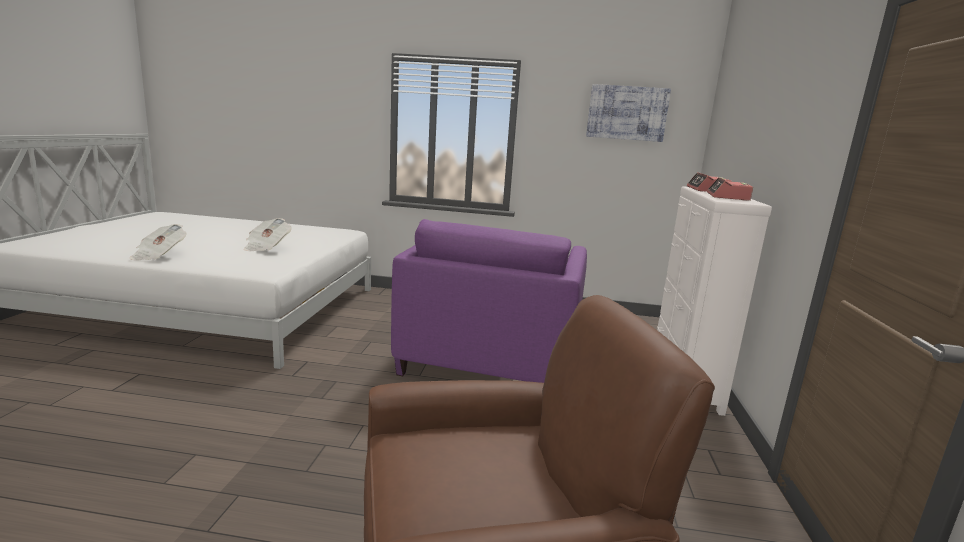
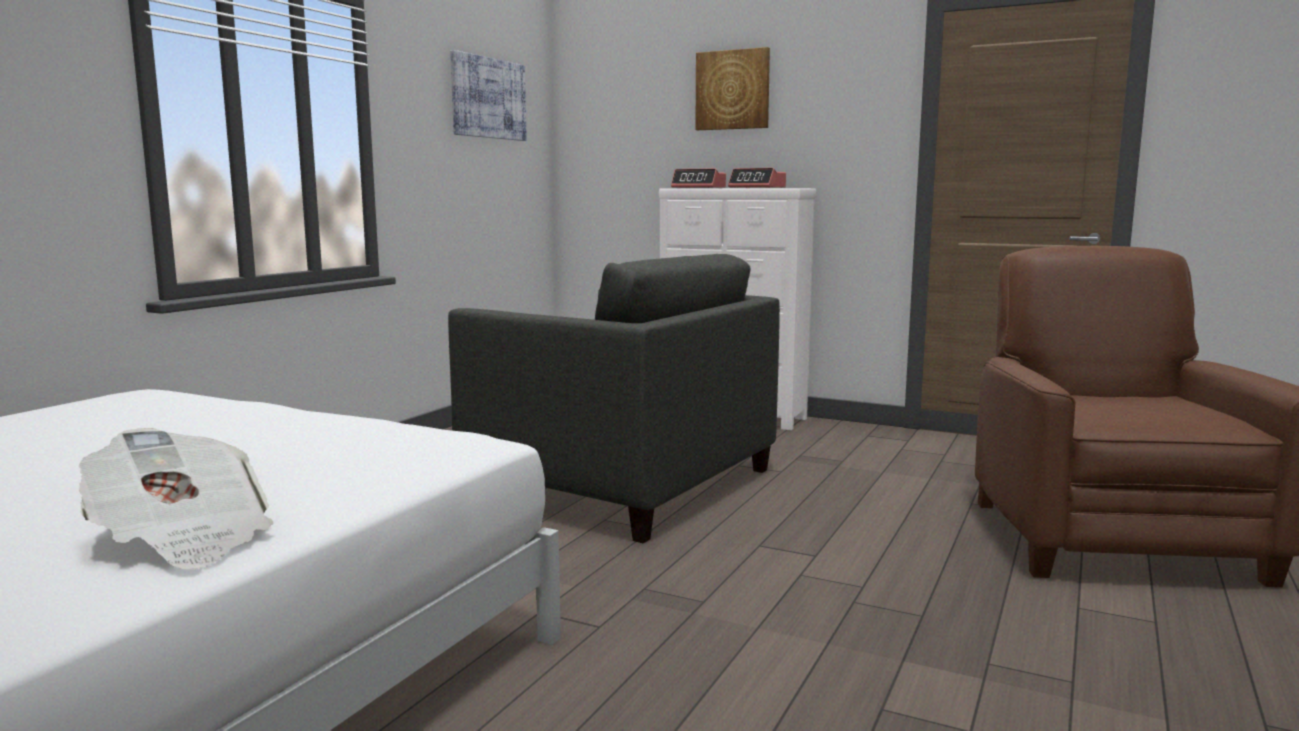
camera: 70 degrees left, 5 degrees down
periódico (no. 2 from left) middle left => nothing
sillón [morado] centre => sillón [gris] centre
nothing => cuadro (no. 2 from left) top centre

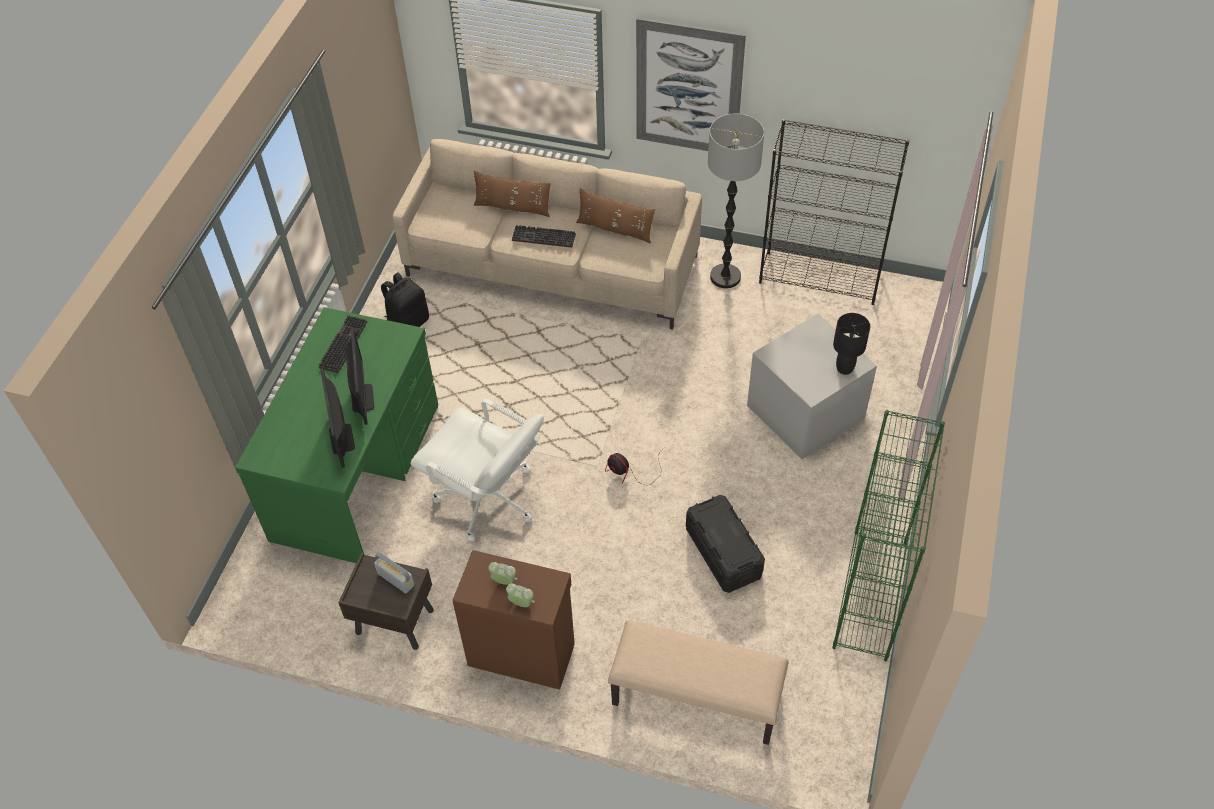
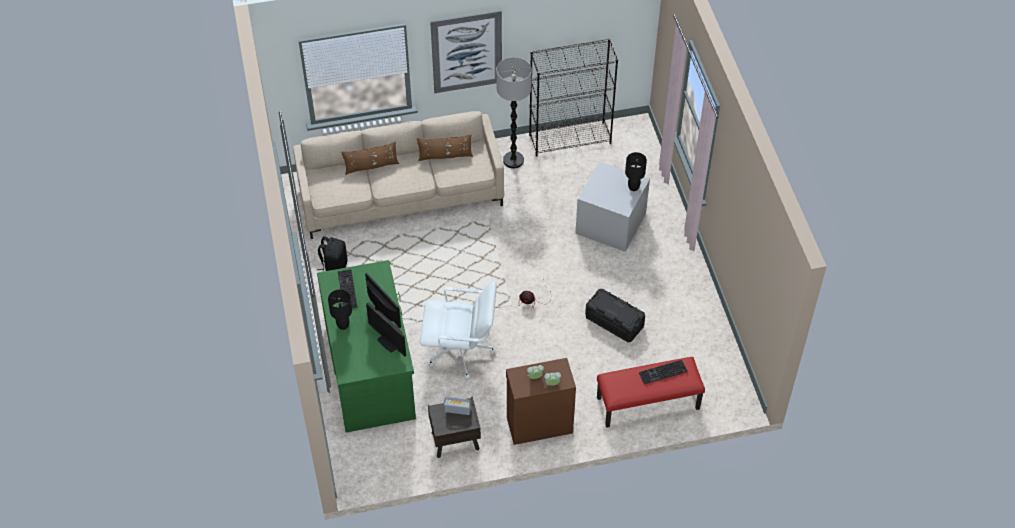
camera: 30 degrees left, 0 degrees up
teclado (no. 2 from left) top centre => teclado (no. 2 from left) bottom centre, relocated
banco [beis] bottom centre => banco [rojo] bottom centre
estantería [verde] middle right => nothing
nothing => lámpara de mesa [negro] (no. 1 from left) centre

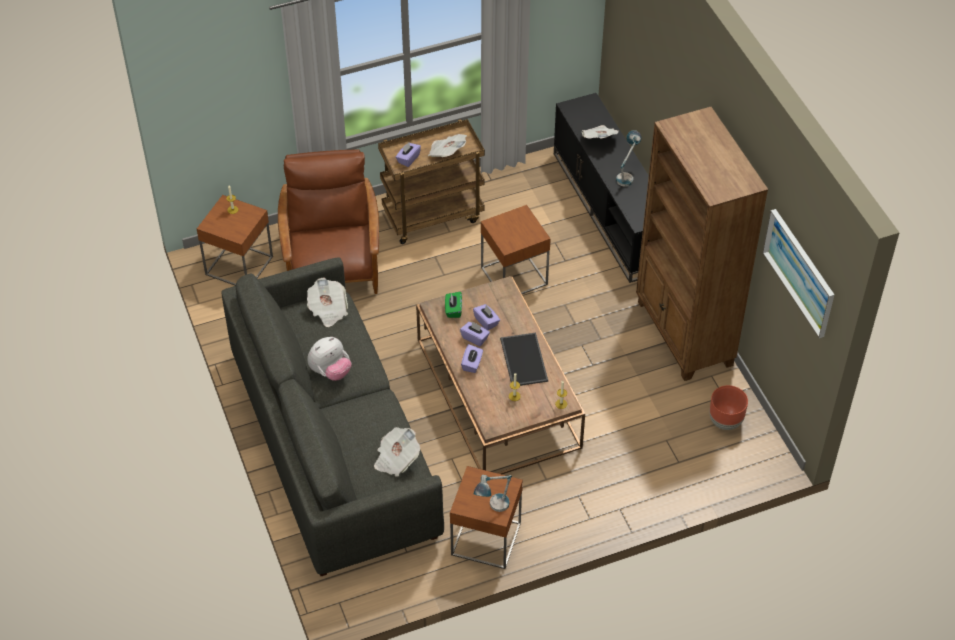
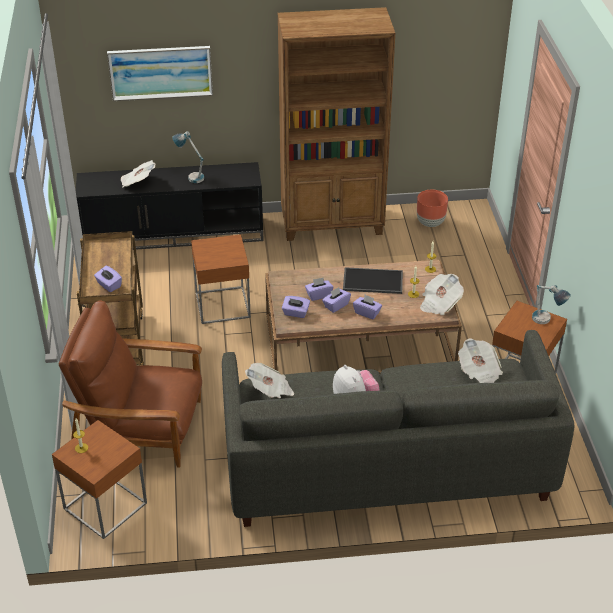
camera: 75 degrees left, 10 degrees down
periódico (no. 3 from left) top centre => periódico (no. 3 from left) middle right, relocated
caja de pañuelos [verde] centre => caja de pañuelos [morado] (no. 2 from left) centre
cuadro middle right => cuadro top left, relocated

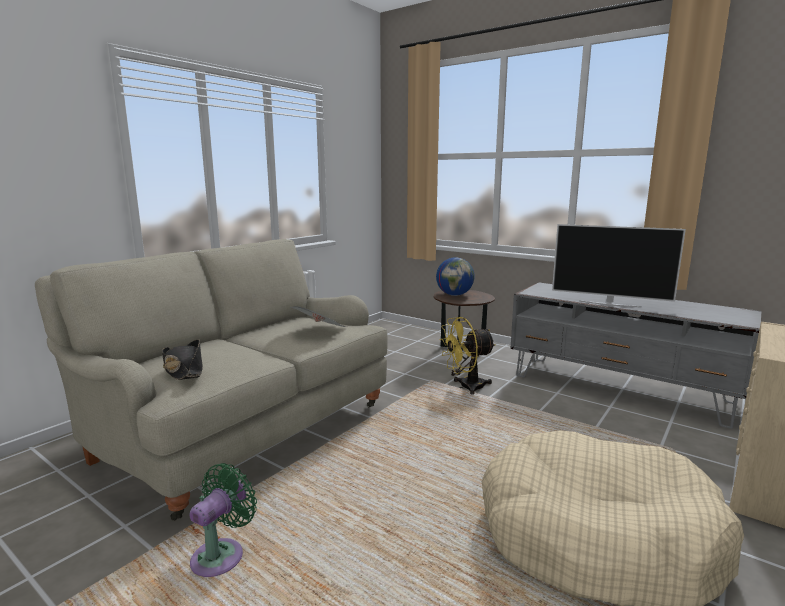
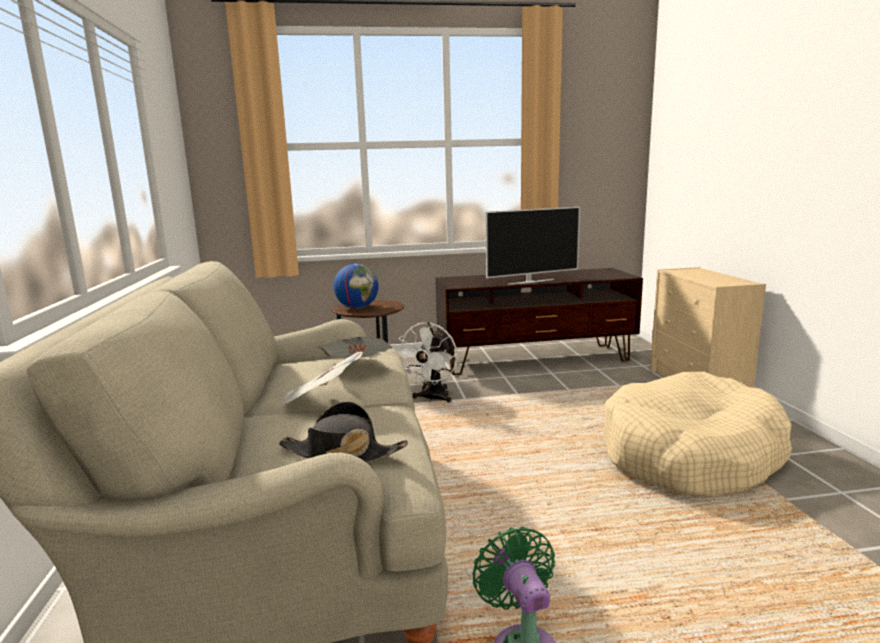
camera: 45 degrees left, 0 degrees up
ventilador [amarillo] centre => ventilador [blanco] centre
mueble de televisión [gris] middle right => mueble de televisión [marrón] centre
nothing => periódico (no. 1 from left) centre

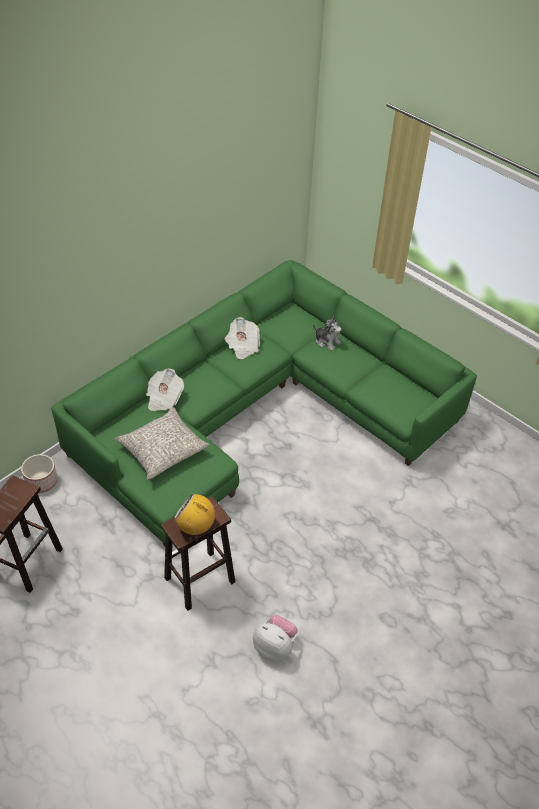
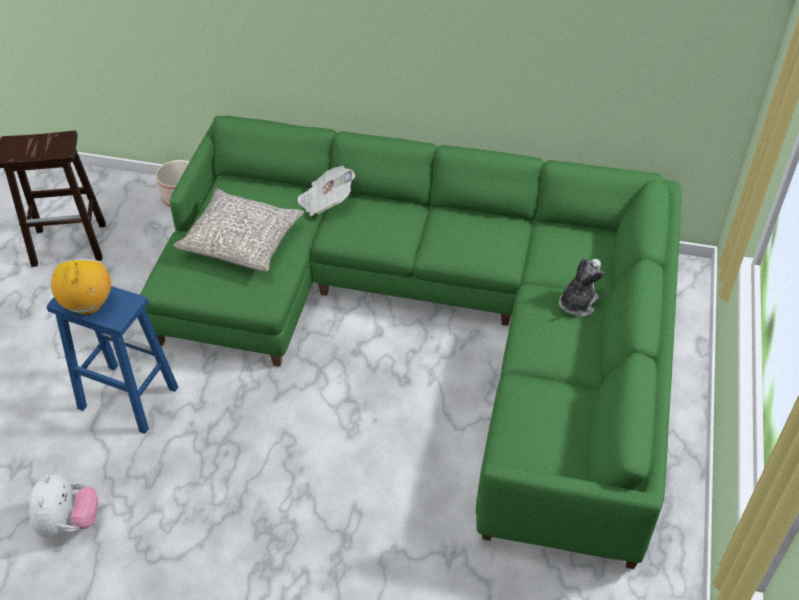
camera: 60 degrees right, 0 degrees up
taburete [marrón] (no. 2 from left) bottom centre => taburete [azul] middle left
periódico (no. 2 from left) centre => nothing
peluche (no. 2 from left) centre => peluche (no. 2 from left) middle right, 150 degrees counterclockwise

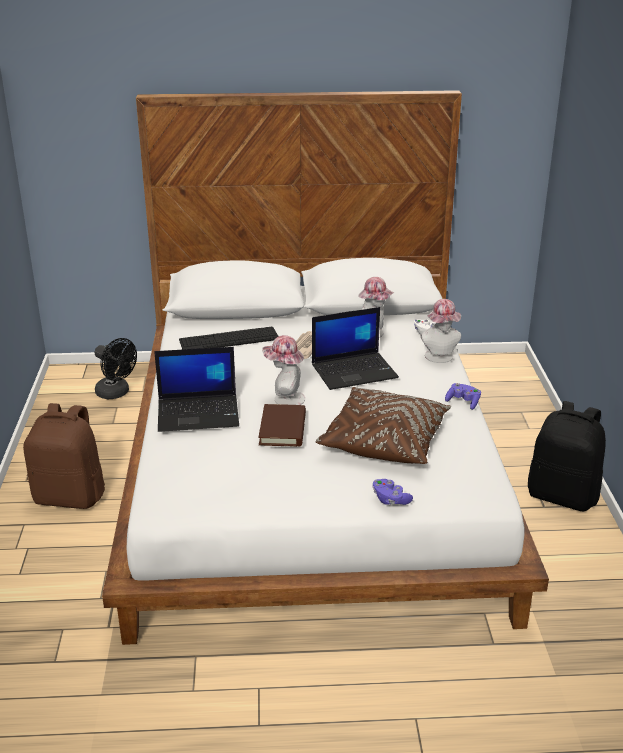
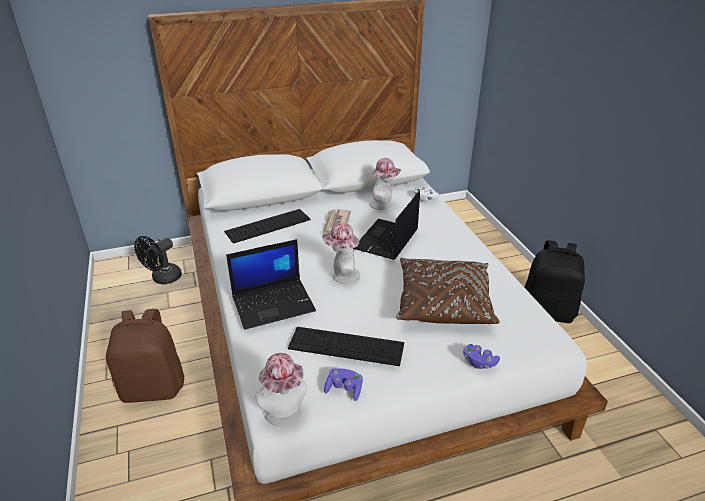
camera: 15 degrees left, 5 degrees up
ventilador [negro] middle left, 105 degrees clockwise
libro [marrón] centre => nothing
portátil (no. 2 from left) centre, 150 degrees clockwise
sombrero (no. 3 from left in the first image) middle right => sombrero (no. 1 from left) bottom centre, relocated
mando de consola [morado] (no. 2 from left in the first image) middle right => mando de consola [morado] (no. 1 from left) bottom centre, relocated
nothing => teclado (no. 2 from left) bottom centre

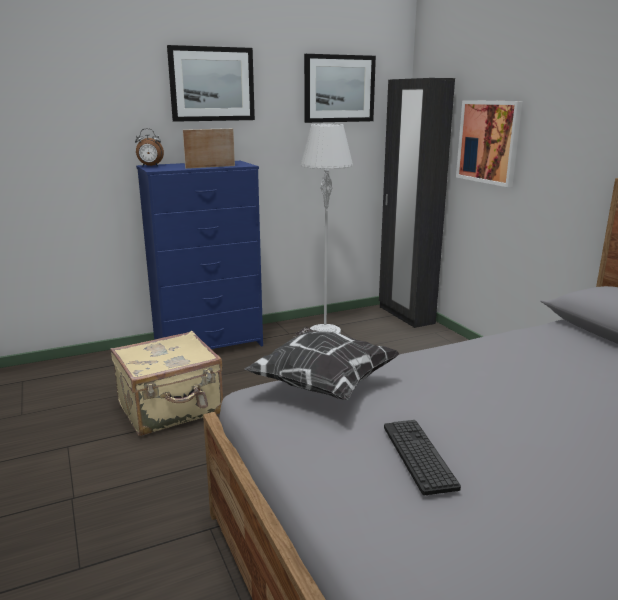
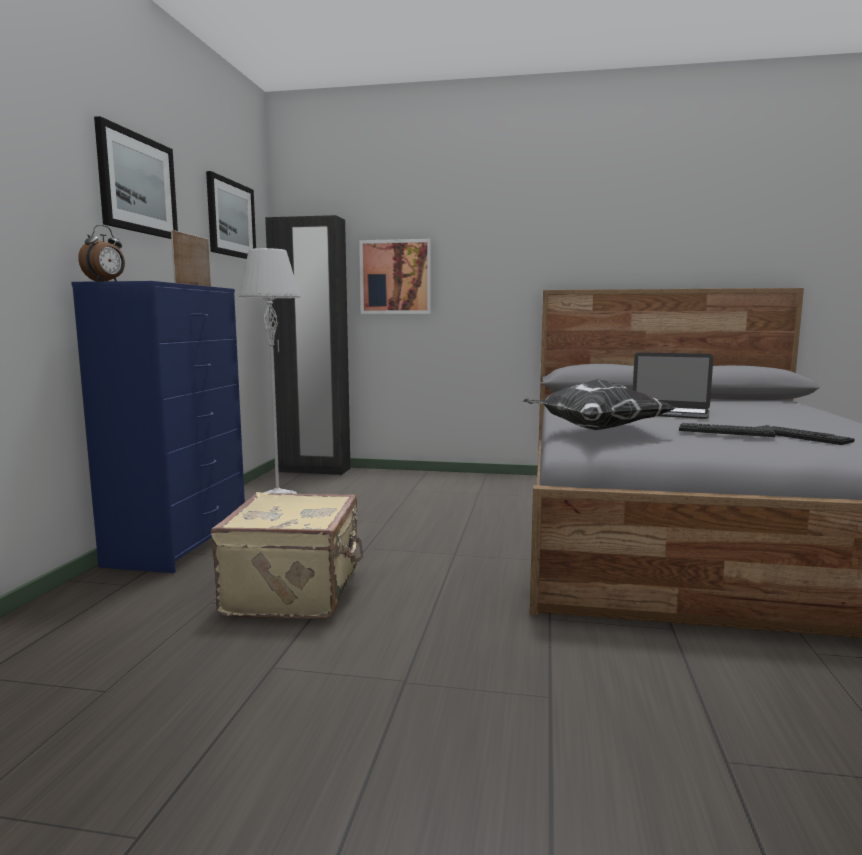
camera: 55 degrees left, 10 degrees down
nothing => portátil middle right
nothing => teclado (no. 2 from left) middle right

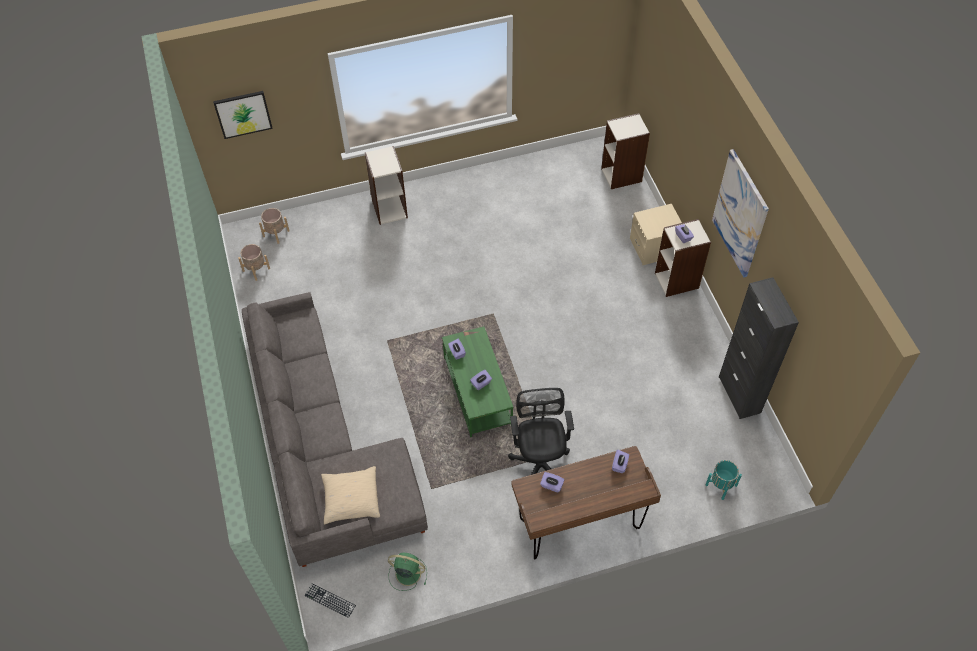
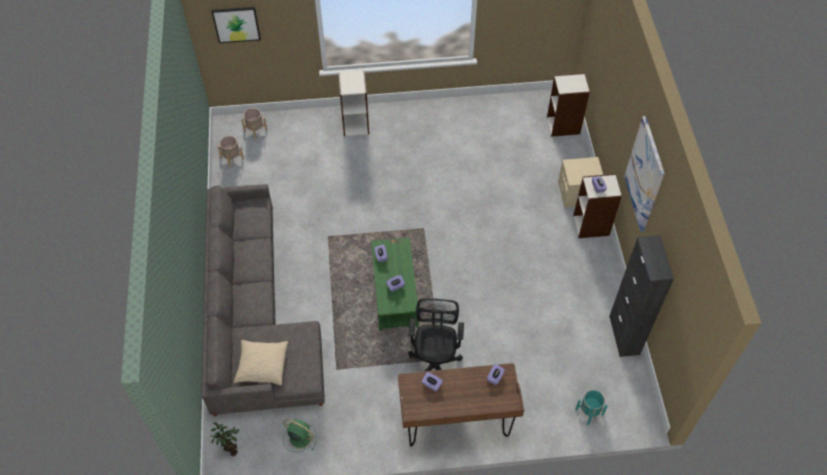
camera: 10 degrees right, 0 degrees up
teclado bottom centre => planta en maceta bottom left

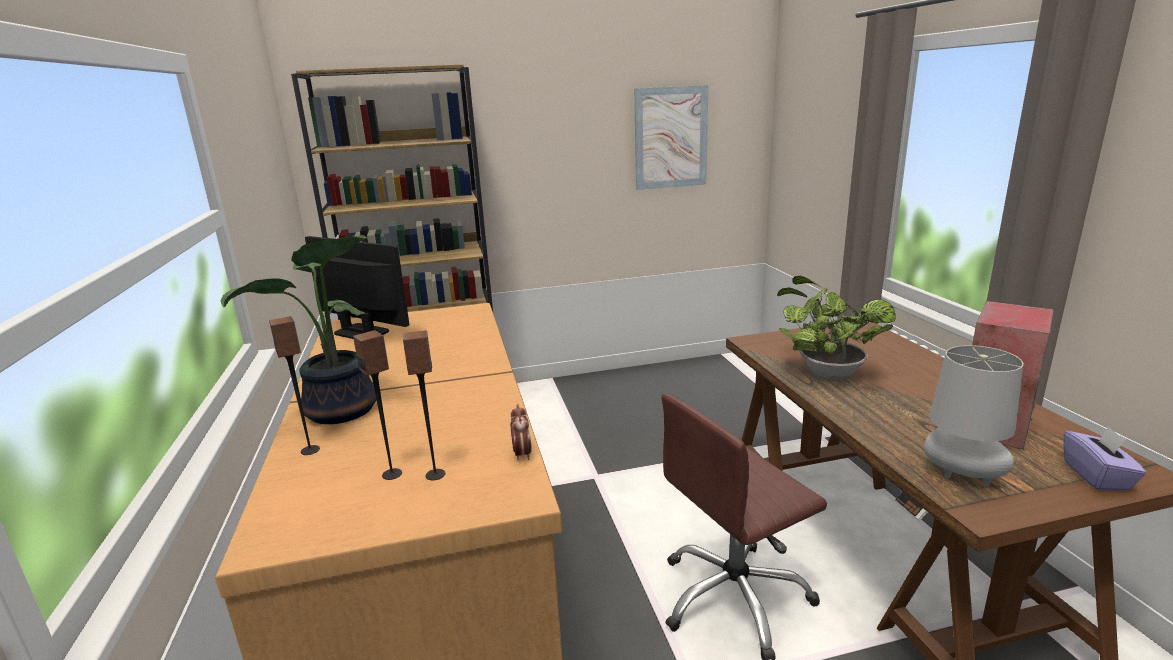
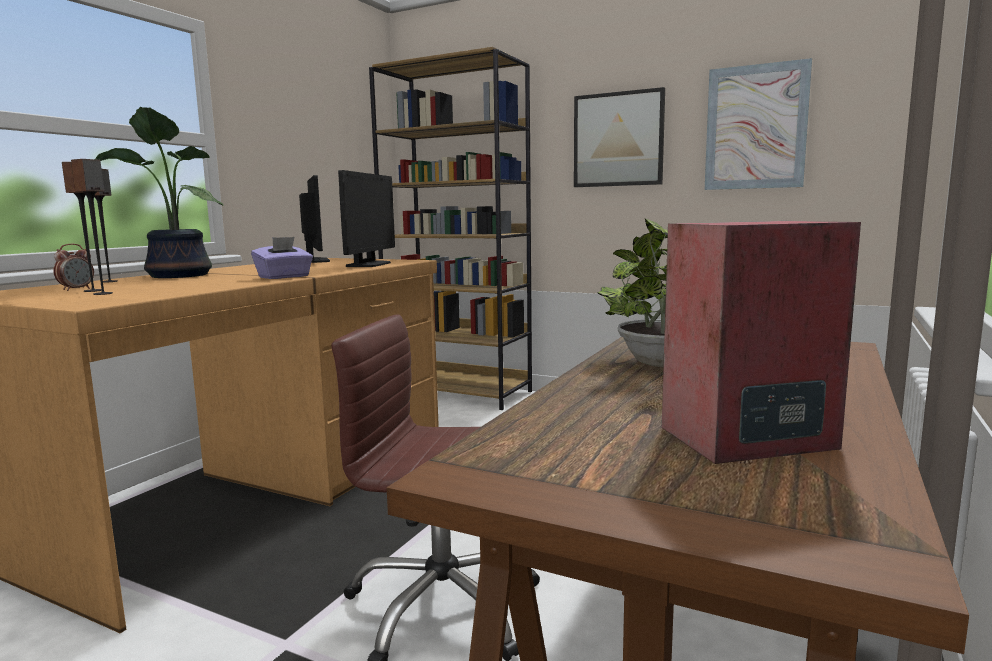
camera: 40 degrees right, 10 degrees down
despertador centre => despertador middle left, relocated
lámpara de mesa [gris] middle right => nothing
caja de pañuelos [morado] bottom right => caja de pañuelos [morado] middle left, relocated
nothing => monitor (no. 2 from left) top centre
nothing => cuadro (no. 1 from left) top centre

